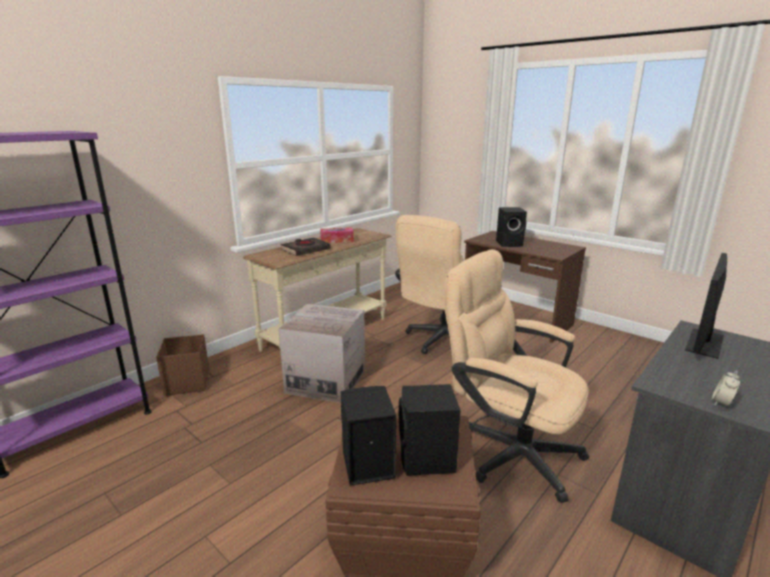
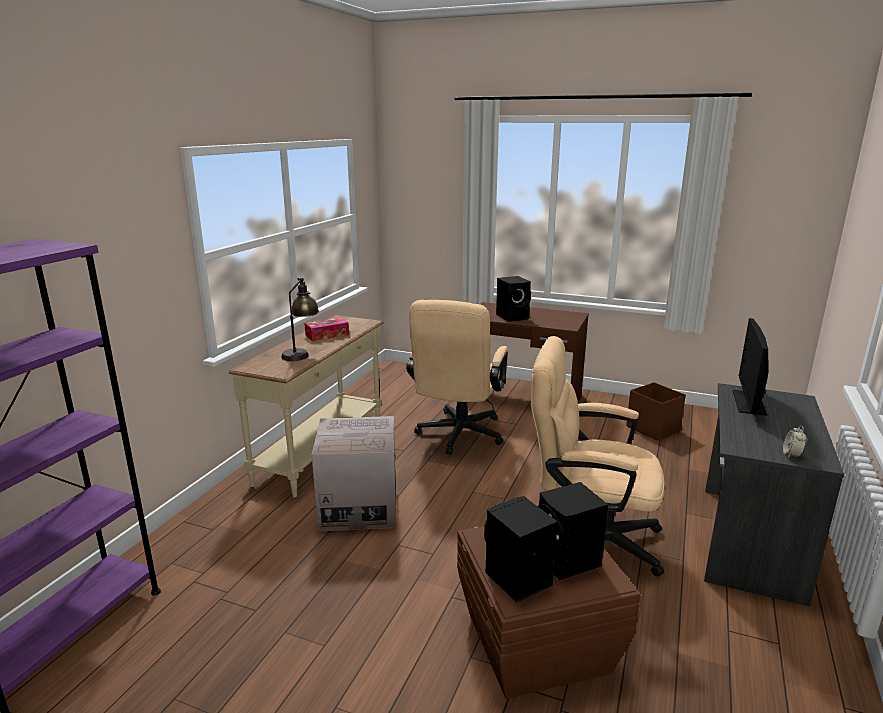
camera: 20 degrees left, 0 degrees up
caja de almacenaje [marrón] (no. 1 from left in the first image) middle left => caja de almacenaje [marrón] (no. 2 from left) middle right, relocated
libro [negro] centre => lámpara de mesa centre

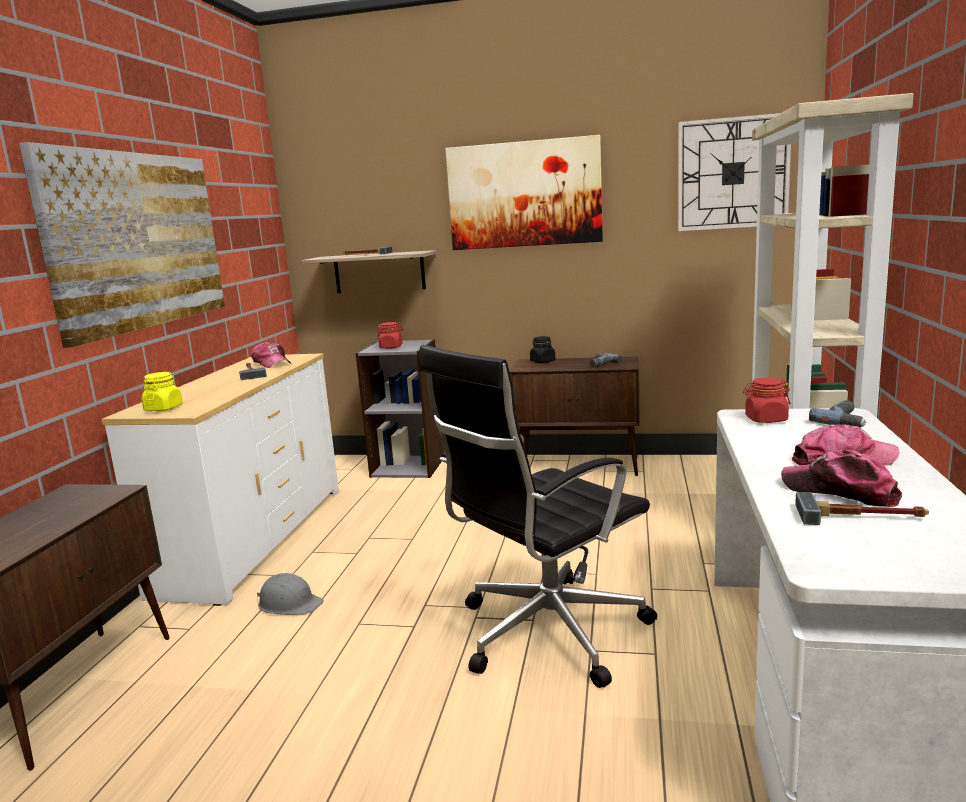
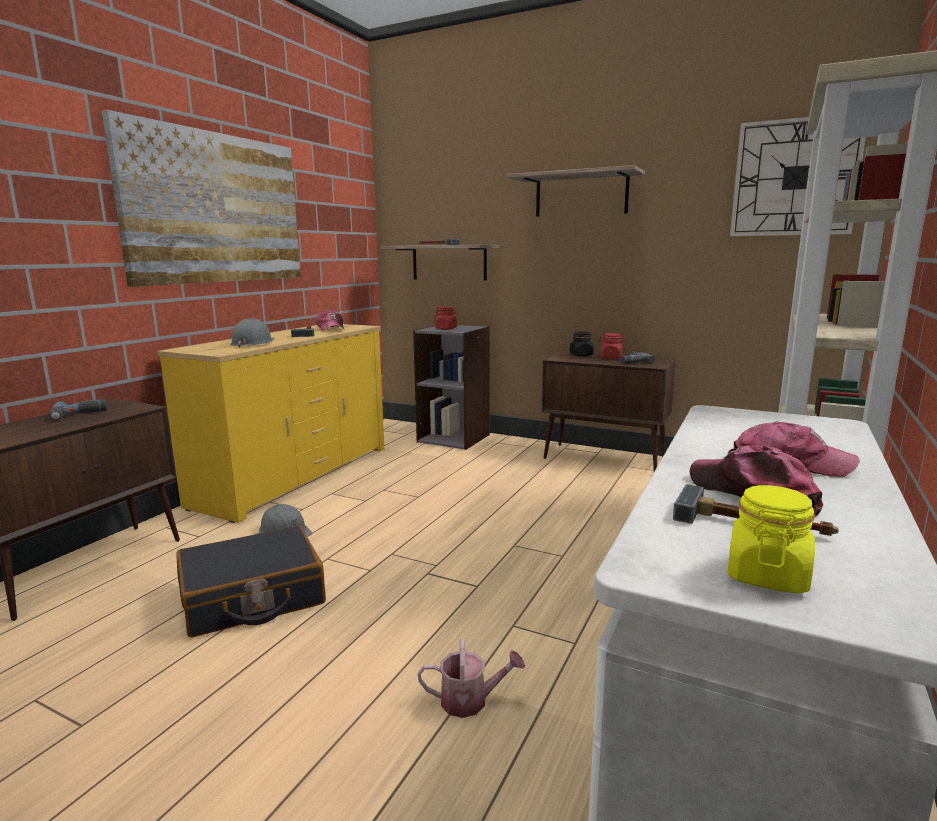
camera: 15 degrees right, 0 degrees up
cómoda [blanco] middle left => cómoda [amarillo] middle left
tarro [amarillo] middle left => tarro [amarillo] middle right, relocated
silla de oficina [negro] centre => nothing
cuadro (no. 2 from left) top centre => estante (no. 2 from left) top centre
tarro [rojo] (no. 2 from left) middle right => tarro [rojo] (no. 2 from left) centre, relocated
taladro (no. 2 from left in the first image) middle right => taladro (no. 1 from left) middle left, relocated
nothing => maleta [negro] bottom left
nothing => casco [gris] (no. 1 from left) middle left
nothing => regadera bottom centre

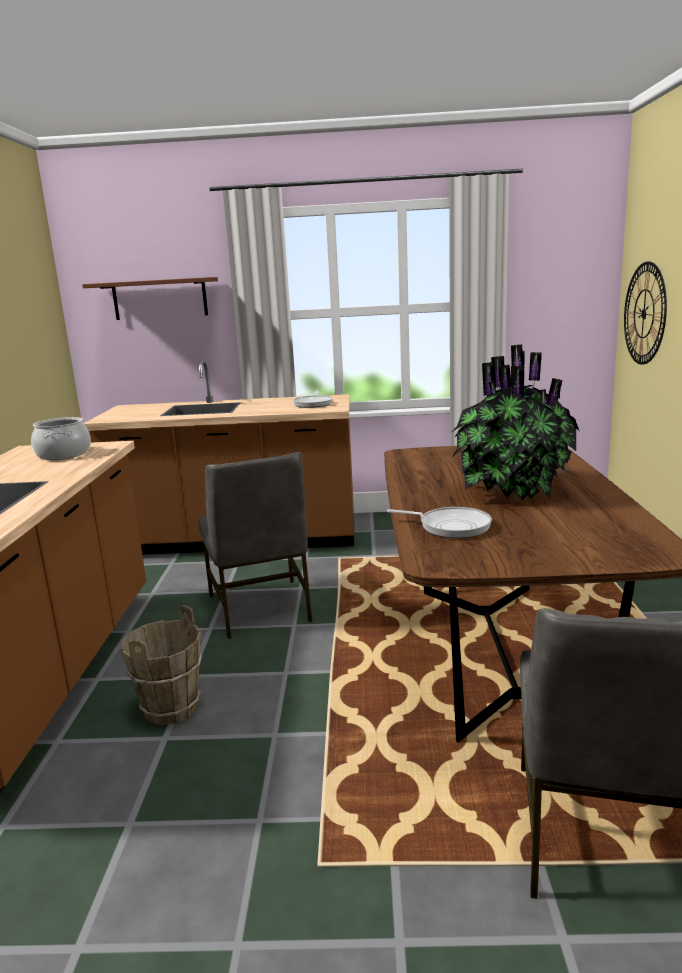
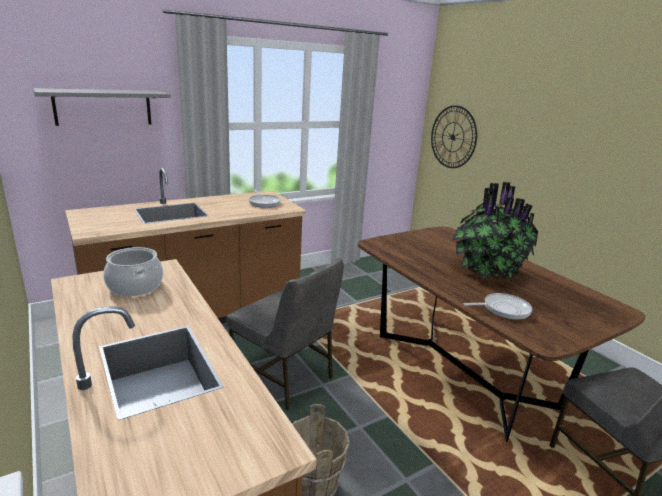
camera: 35 degrees left, 5 degrees up
estante [marrón] top left => estante [gris] top left

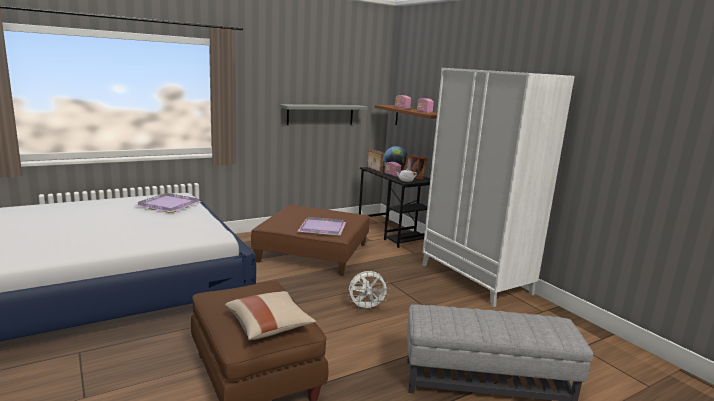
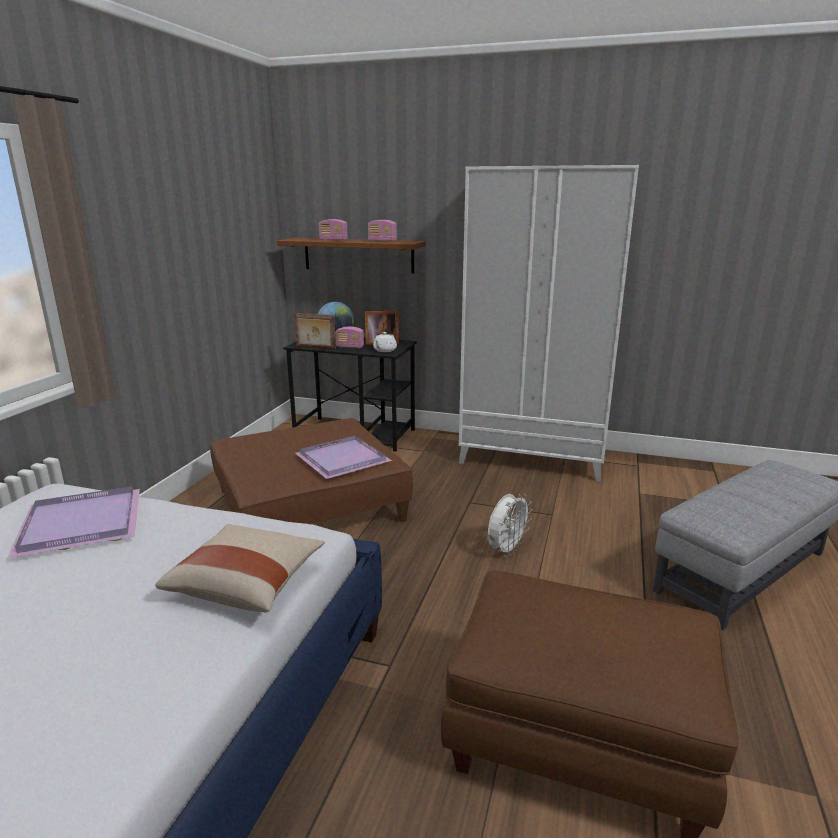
camera: 40 degrees left, 5 degrees up
cojín [beis] bottom centre => cojín [beis] bottom left, relocated
estante [gris] top centre => nothing

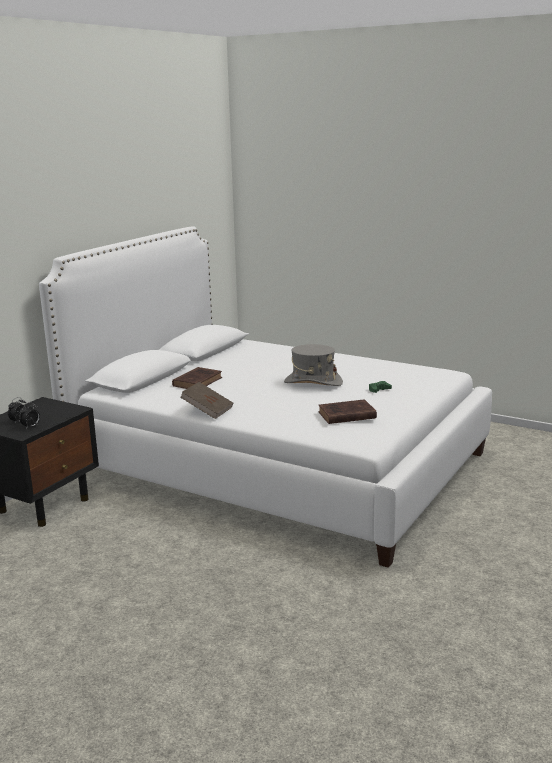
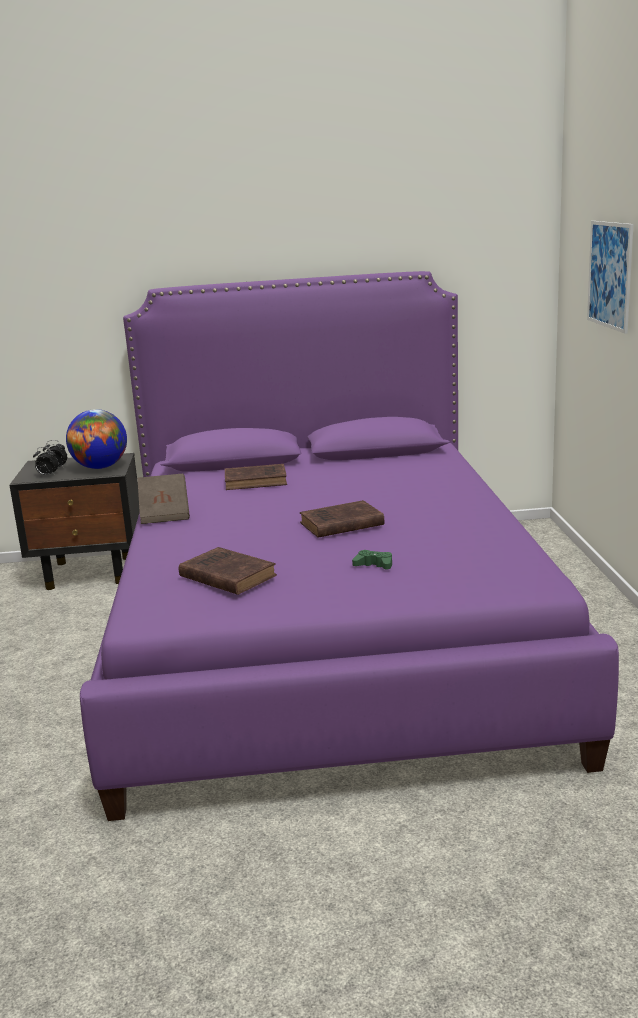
camera: 55 degrees right, 0 degrees up
cama [blanco] centre => cama [morado] centre
sombrero [gris] centre => libro [marrón] (no. 4 from left) centre
nothing => globo terráqueo middle left
nothing => cuadro top right

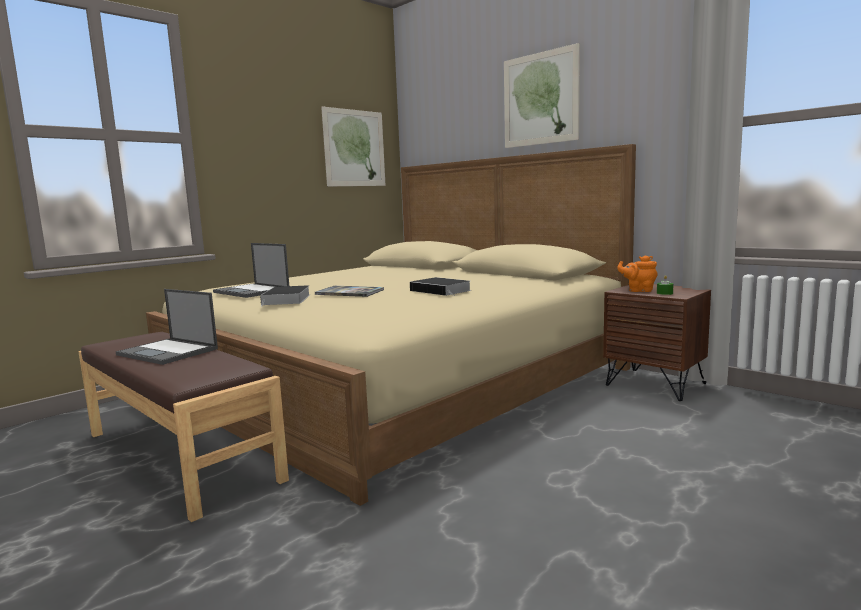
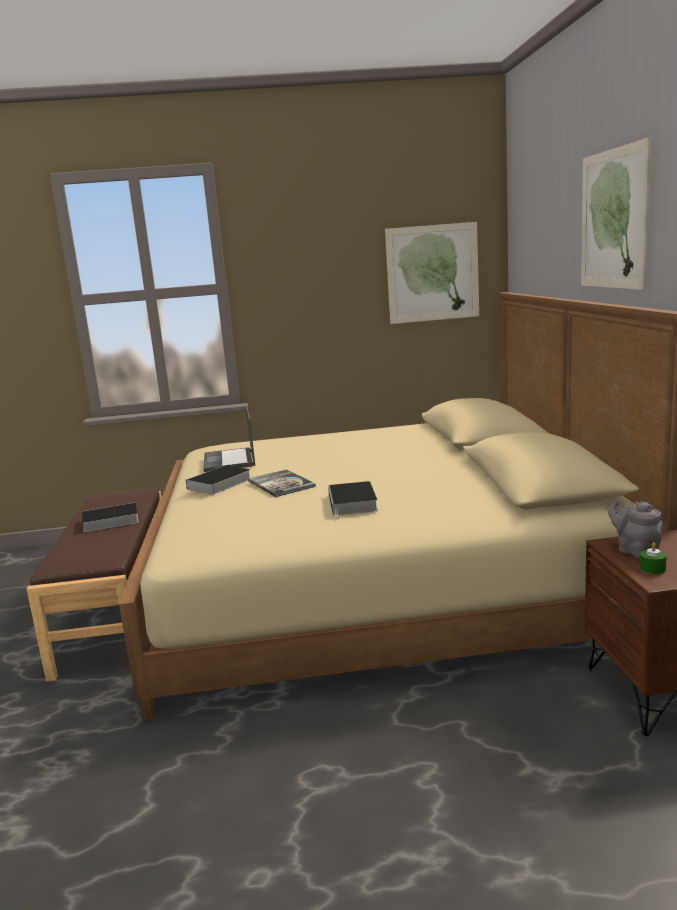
camera: 40 degrees right, 5 degrees up
portátil (no. 1 from left) middle left => libro (no. 1 from left) middle left
tetera [naranja] middle right => tetera [gris] middle right

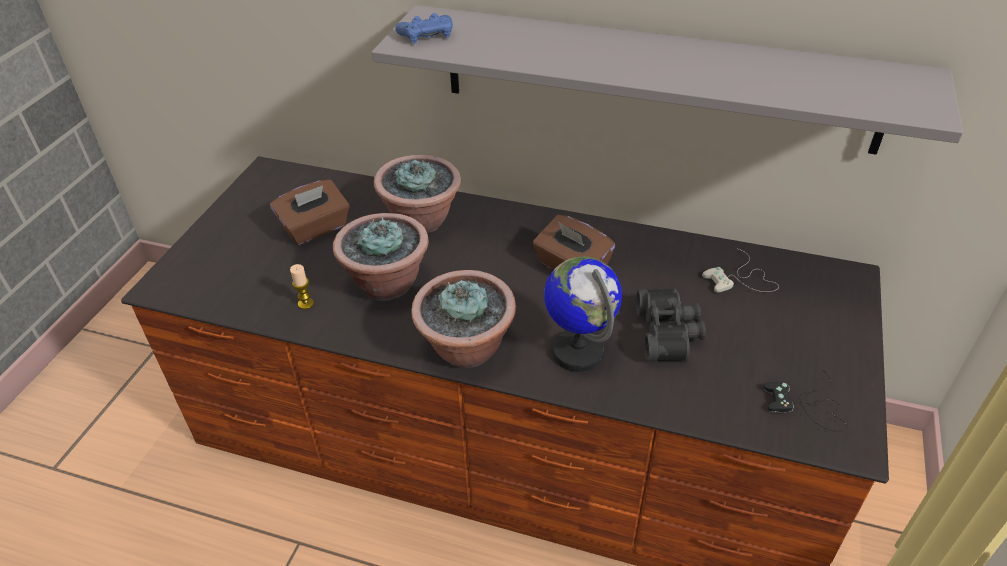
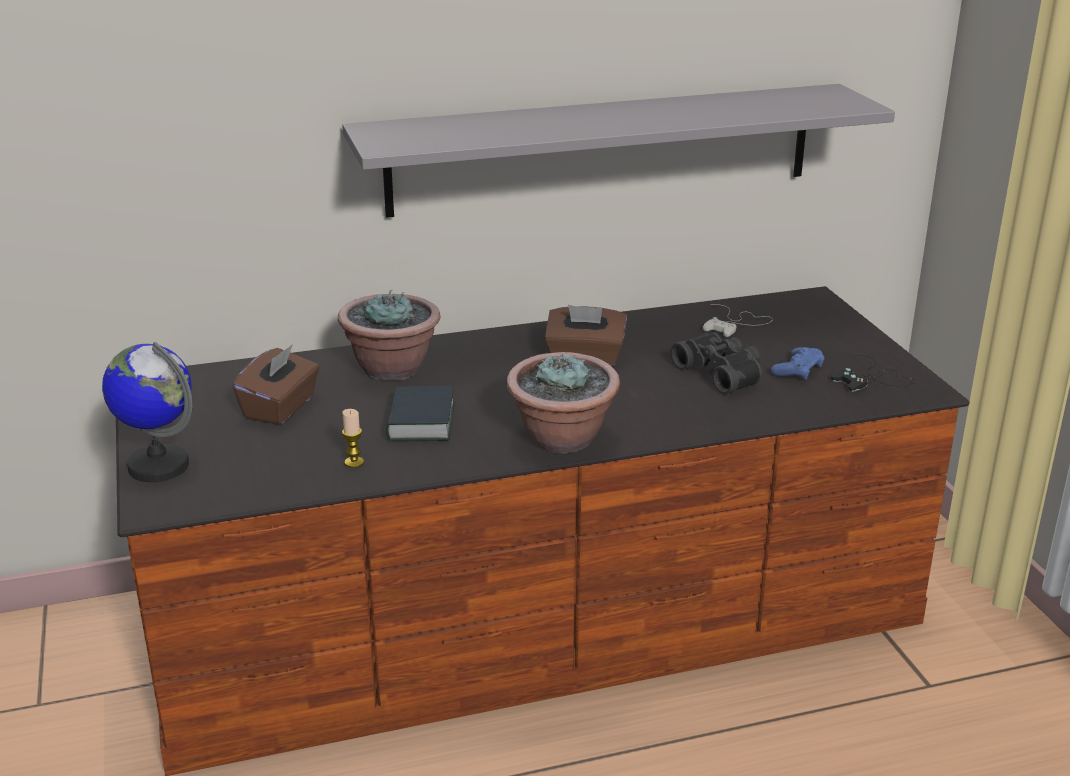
camera: 35 degrees left, 15 degrees down
planta en maceta (no. 1 from left) centre => libro centre
mando de consola [azul] top centre => mando de consola [azul] middle right, relocated
globo terráqueo centre => globo terráqueo middle left, relocated

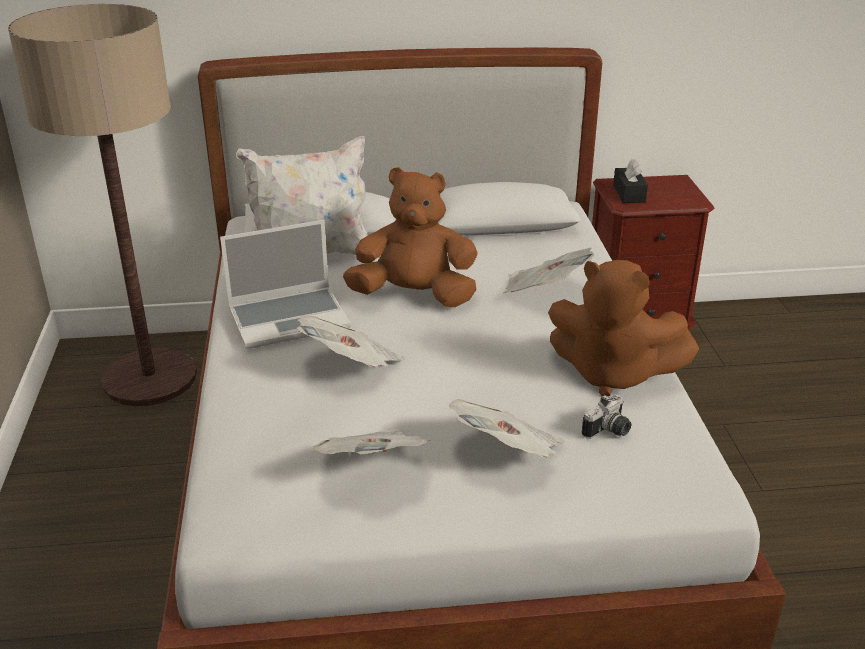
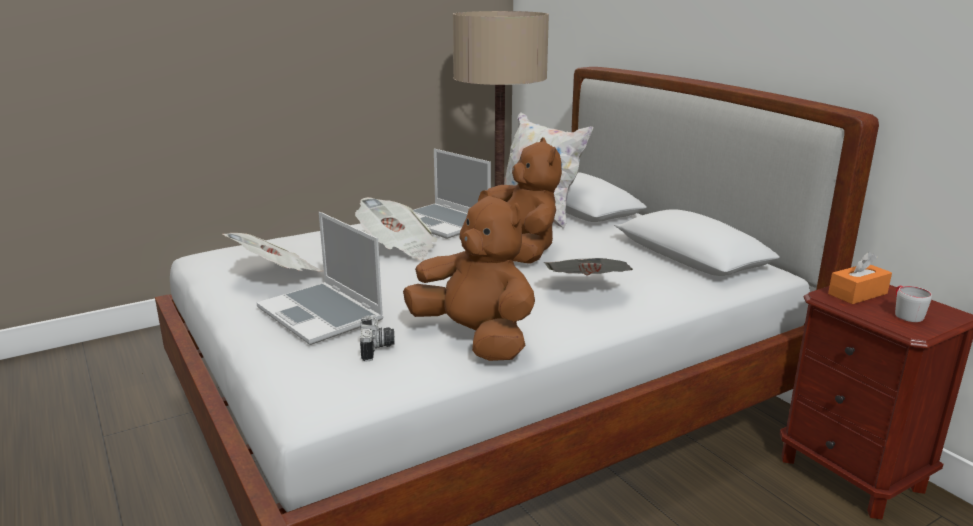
camera: 65 degrees right, 10 degrees down
periódico (no. 3 from left) centre => portátil (no. 1 from left) middle left
peluche [marrón] (no. 2 from left in the first image) middle right => peluche [marrón] (no. 1 from left) centre, 135 degrees clockwise
cámara middle right => cámara centre, 120 degrees counterclockwise
caja de pañuelos [negro] top right => caja de pañuelos [naranja] middle right
nothing => taza grande [gris] middle right

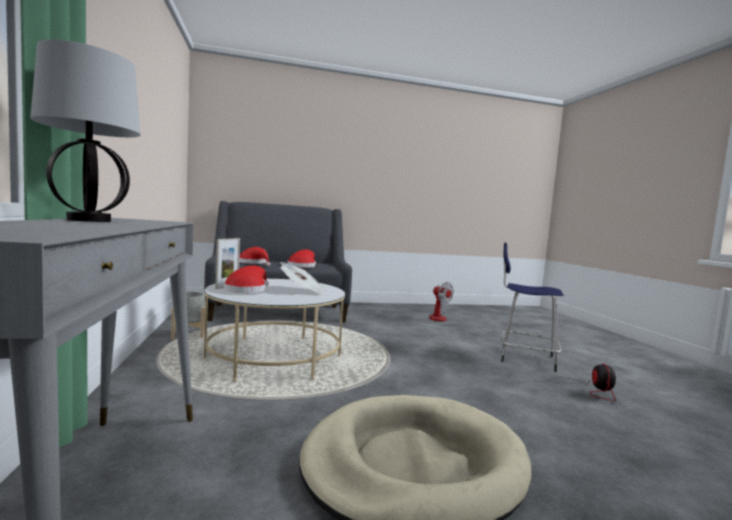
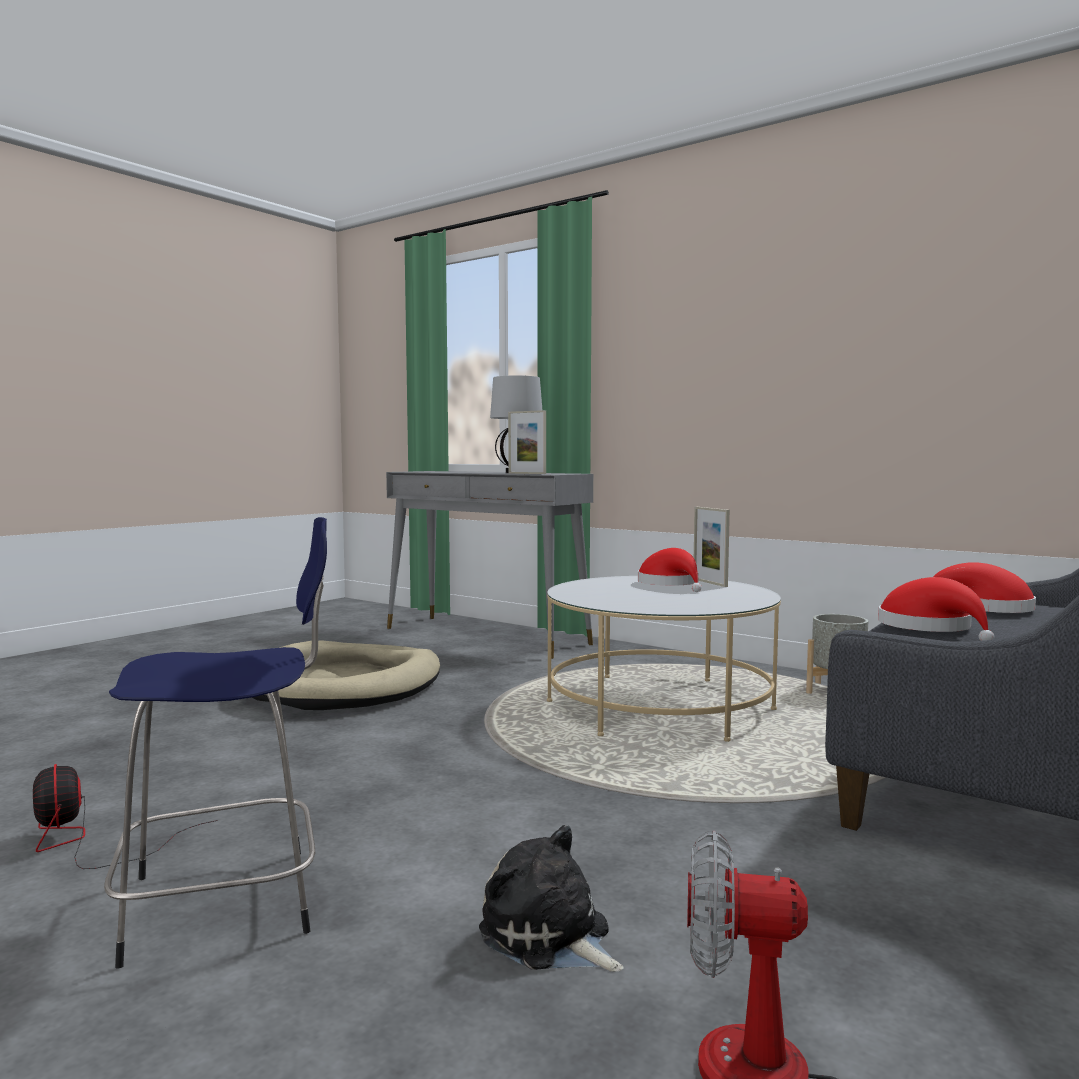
camera: 140 degrees right, 0 degrees up
periódico centre => nothing
nothing => peluche bottom centre
nothing => portarretratos (no. 1 from left) centre

